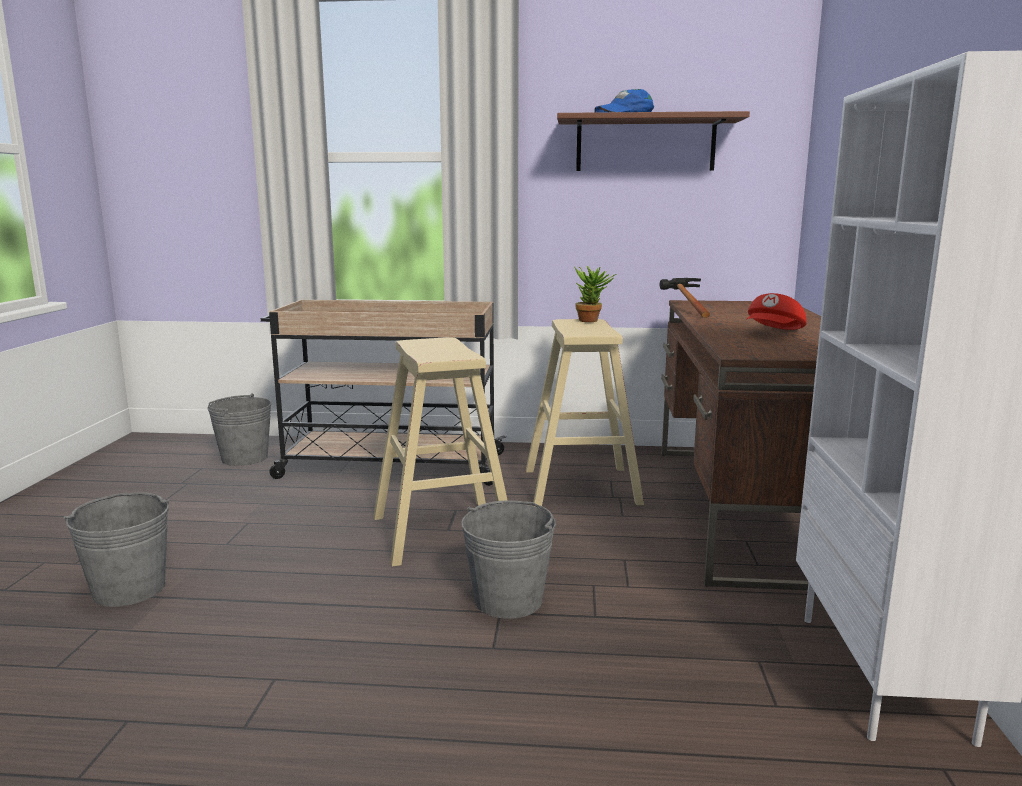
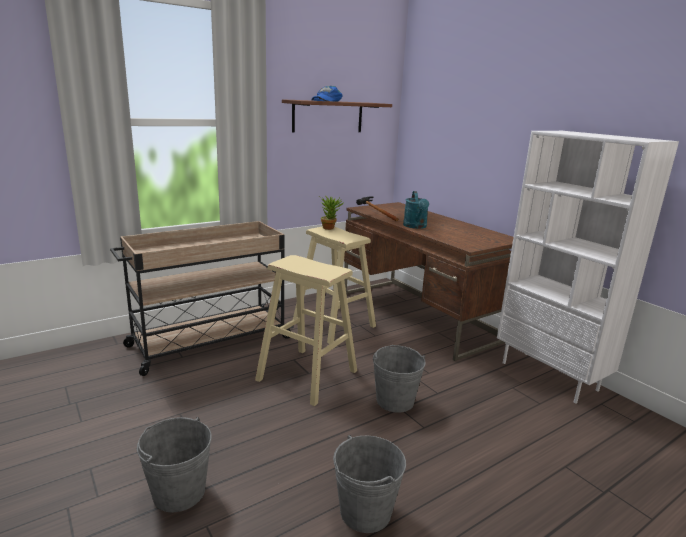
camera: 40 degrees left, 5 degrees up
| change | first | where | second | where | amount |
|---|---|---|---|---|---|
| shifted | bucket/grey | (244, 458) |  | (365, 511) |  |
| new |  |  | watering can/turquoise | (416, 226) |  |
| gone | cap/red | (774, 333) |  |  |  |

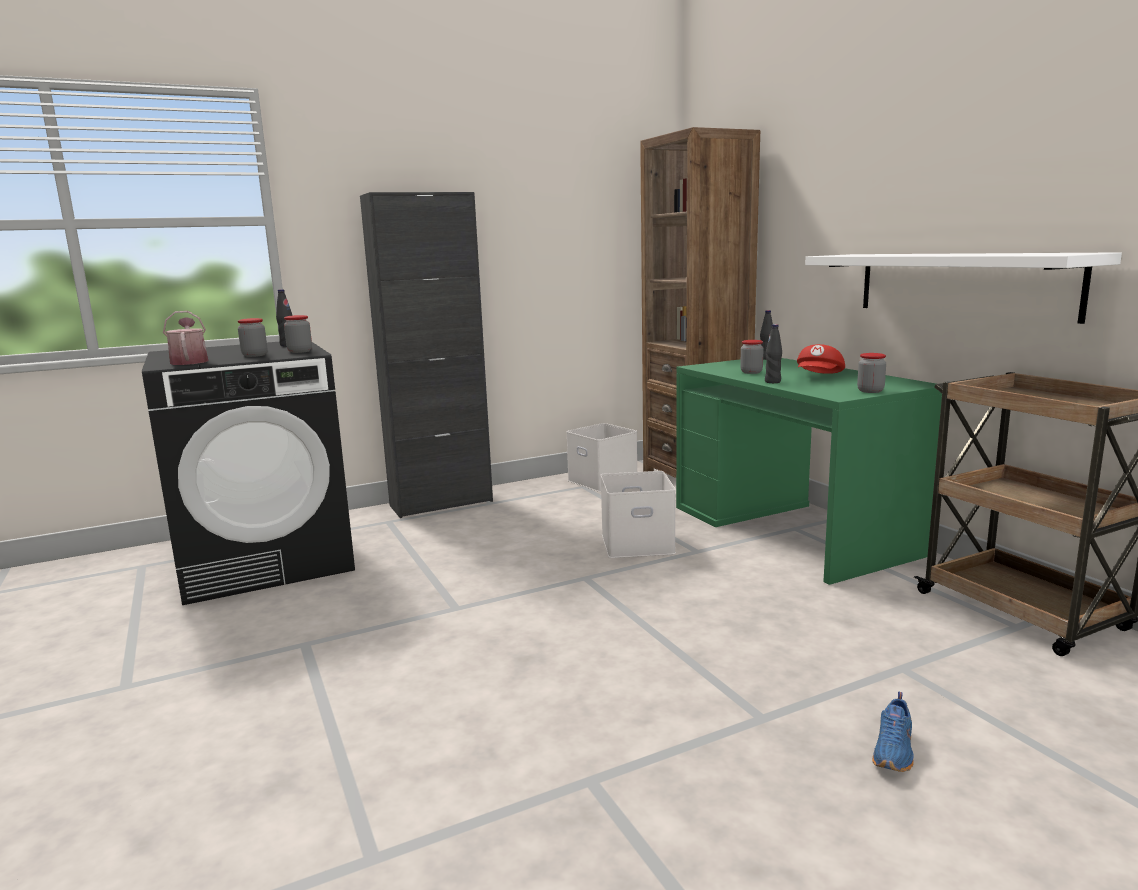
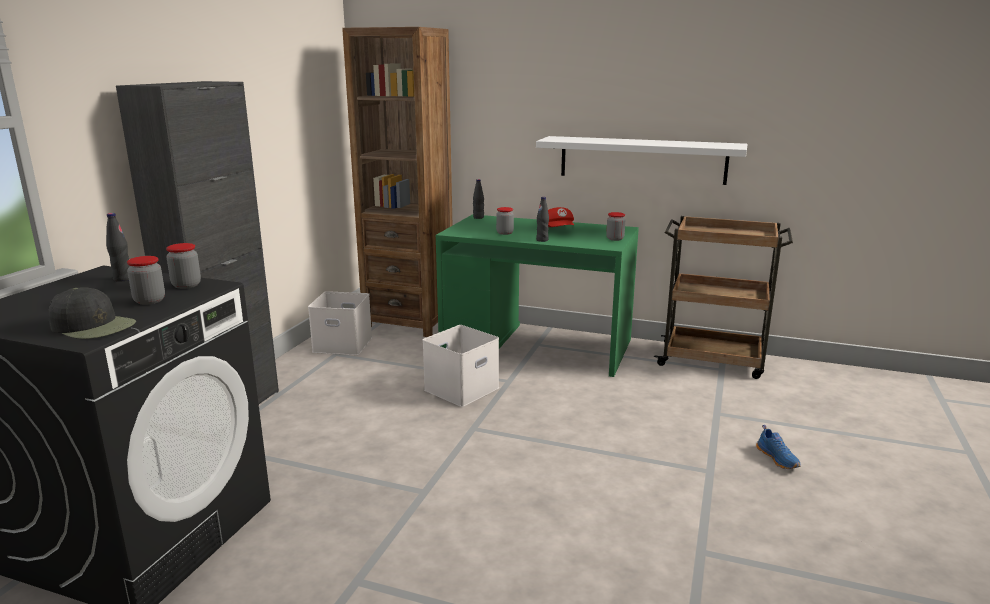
camera: 45 degrees left, 5 degrees up
| change | first | where | second | where | amount |
|---|---|---|---|---|---|
| swapped | watering can | (189, 361) | cap/black | (93, 326) |  |

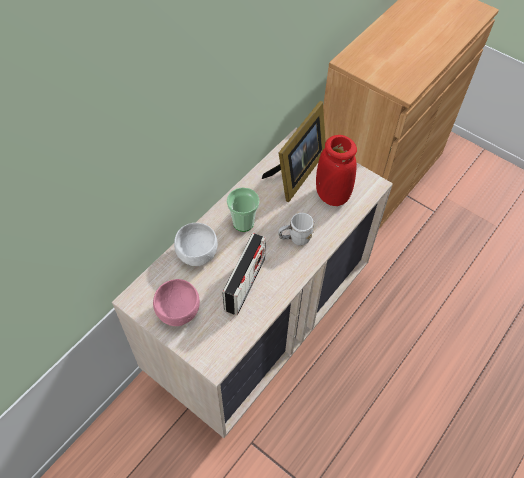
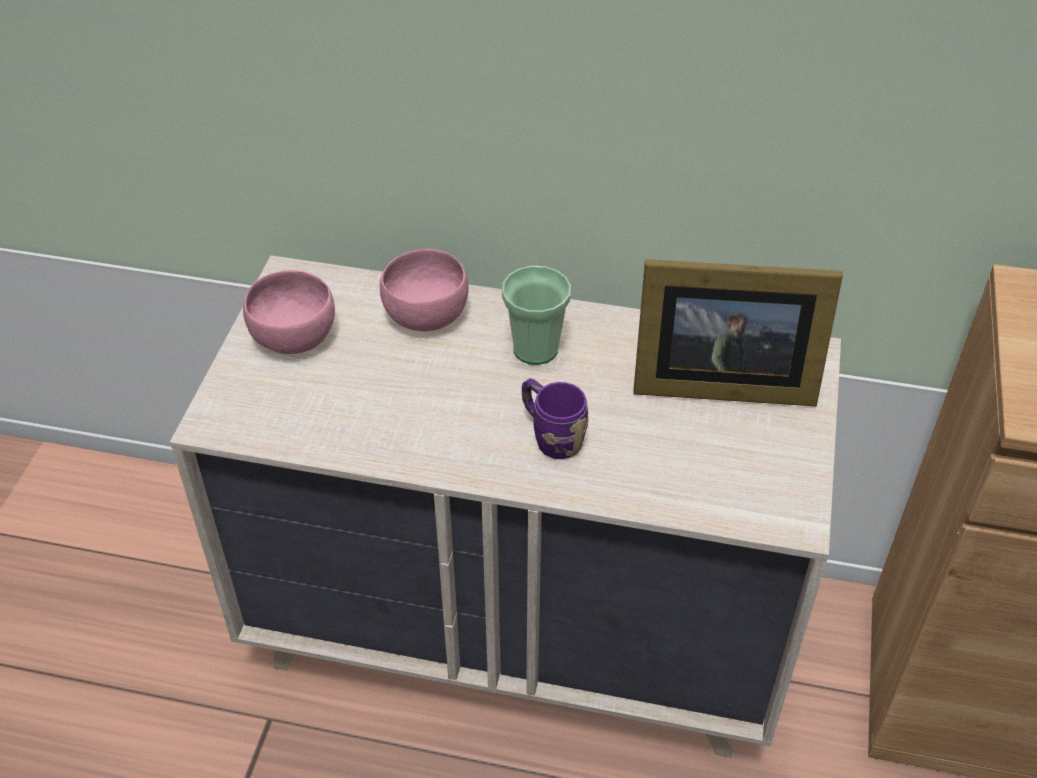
camera: 65 degrees right, 10 degrees down
| change | first | where | second | where | amount |
|---|---|---|---|---|---|
| repainted | bowl/white | (197, 254) | bowl/pink | (425, 315) |  |
| repainted | mug/white | (295, 238) | mug/purple | (551, 436) |  |
| gone | radio | (245, 284) |  |  |  |
| gone | vase/red | (332, 195) |  |  |  |

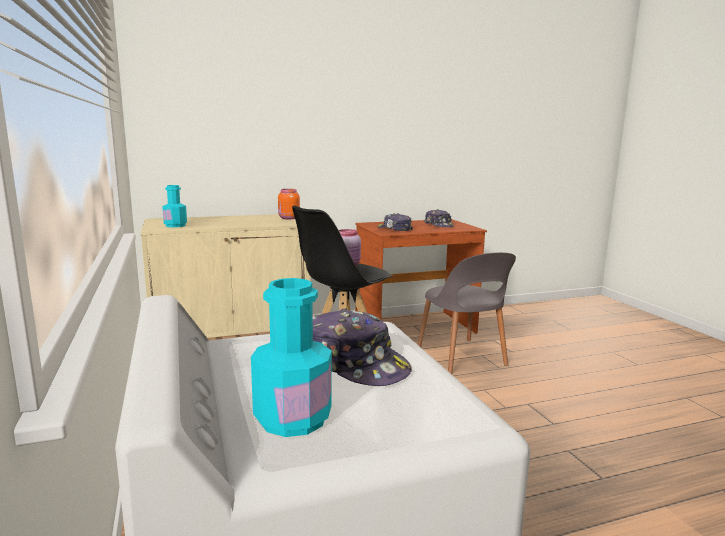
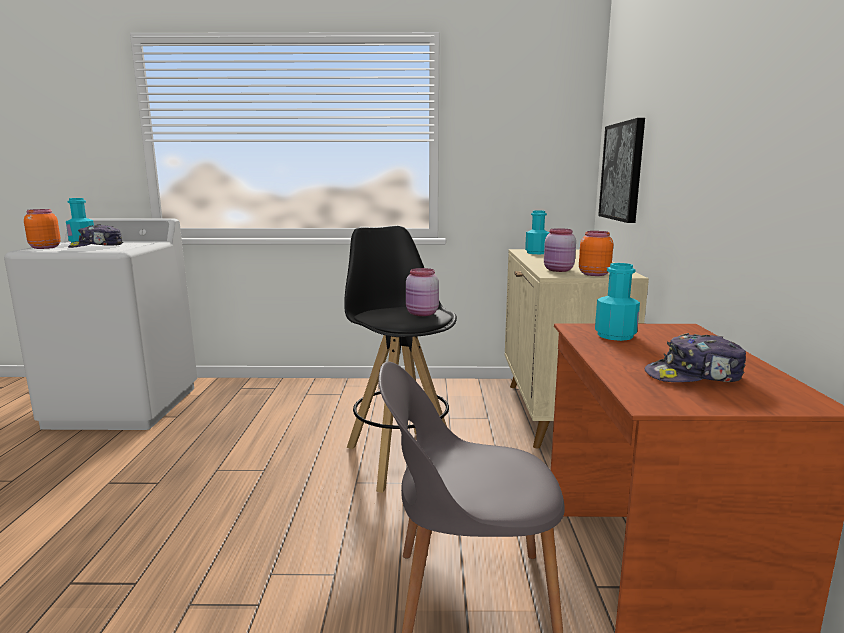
camera: 110 degrees right, 0 degrees up
| change | first | where | second | where | amount |
|---|---|---|---|---|---|
| new |  |  | jar/orange | (44, 247) |  |
| new |  |  | jar/pink | (558, 270) |  |
| swapped | cap | (394, 229) | bottle/turquoise | (615, 335) |  |
| new |  |  | picture | (622, 171) |  |

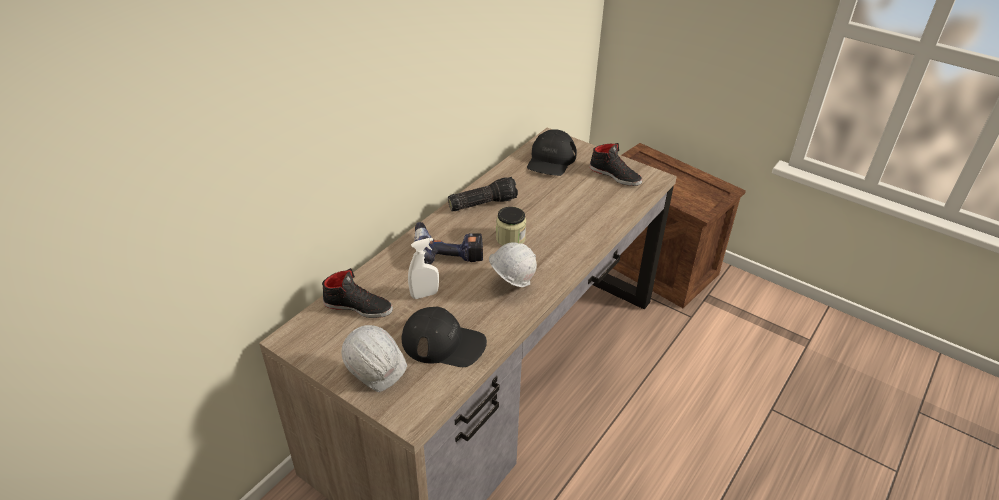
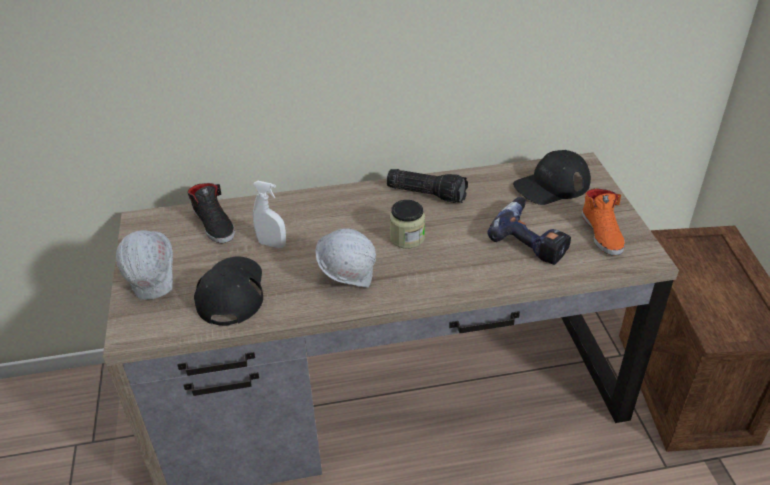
camera: 45 degrees right, 0 degrees up
| change | first | where | second | where | amount |
|---|---|---|---|---|---|
| rotated | cap/black | (444, 343) |  | (231, 292) | 150 degrees counterclockwise |
| shifted | power drill | (448, 250) |  | (531, 238) |  |
| repainted | shoe/black | (615, 175) | shoe/orange | (602, 233) |  |

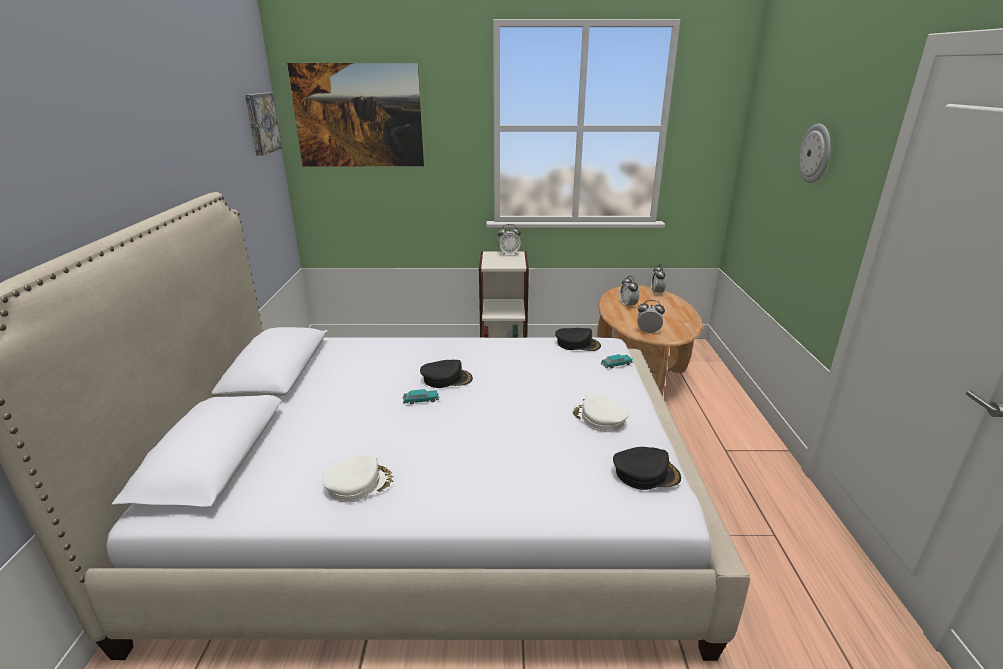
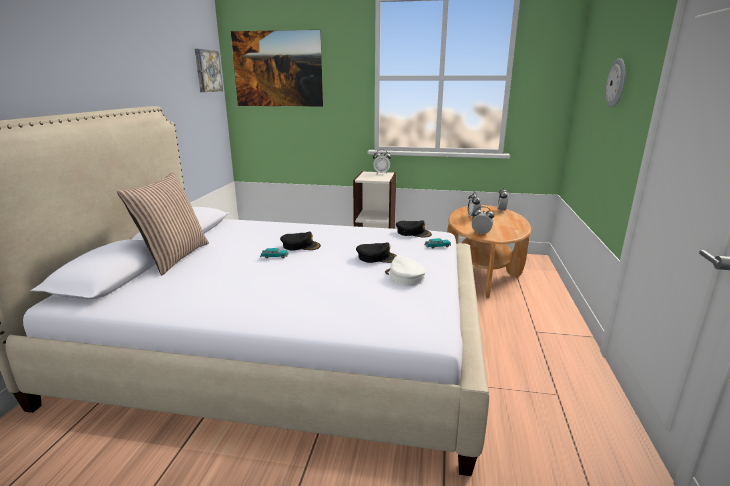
camera: 10 degrees right, 5 degrees down
| change | first | where | second | where | amount |
|---|---|---|---|---|---|
| new |  |  | pillow | (174, 257) |  |
| shifted | cap/black | (645, 473) |  | (377, 257) |  |
| gone | cap/white | (359, 484) |  |  |  |

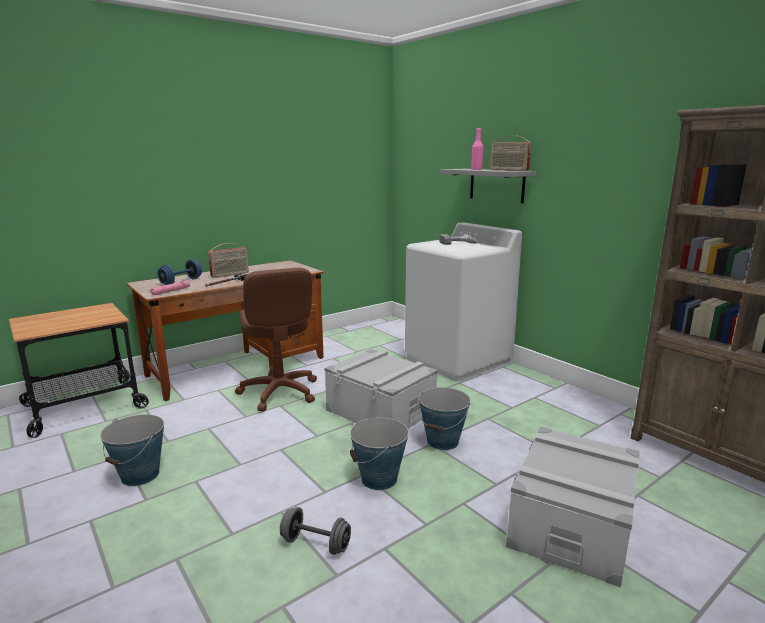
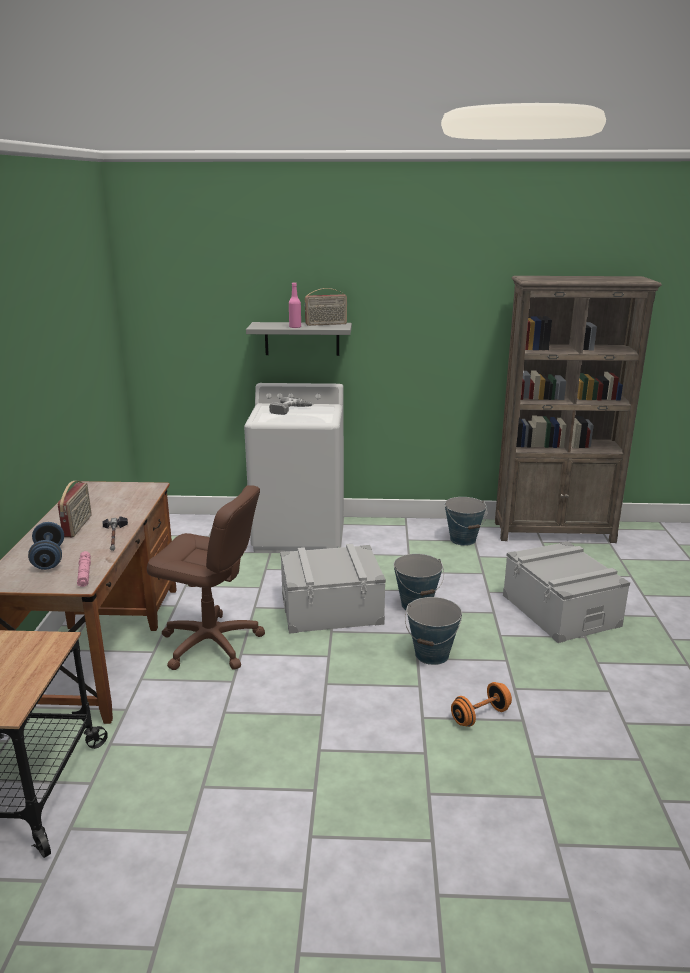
camera: 50 degrees left, 5 degrees up
| change | first | where | second | where | amount |
|---|---|---|---|---|---|
| shifted | bucket | (140, 475) |  | (463, 539) |  |
| repainted | dumbbell/grey | (316, 544) | dumbbell/orange | (480, 716) |  |

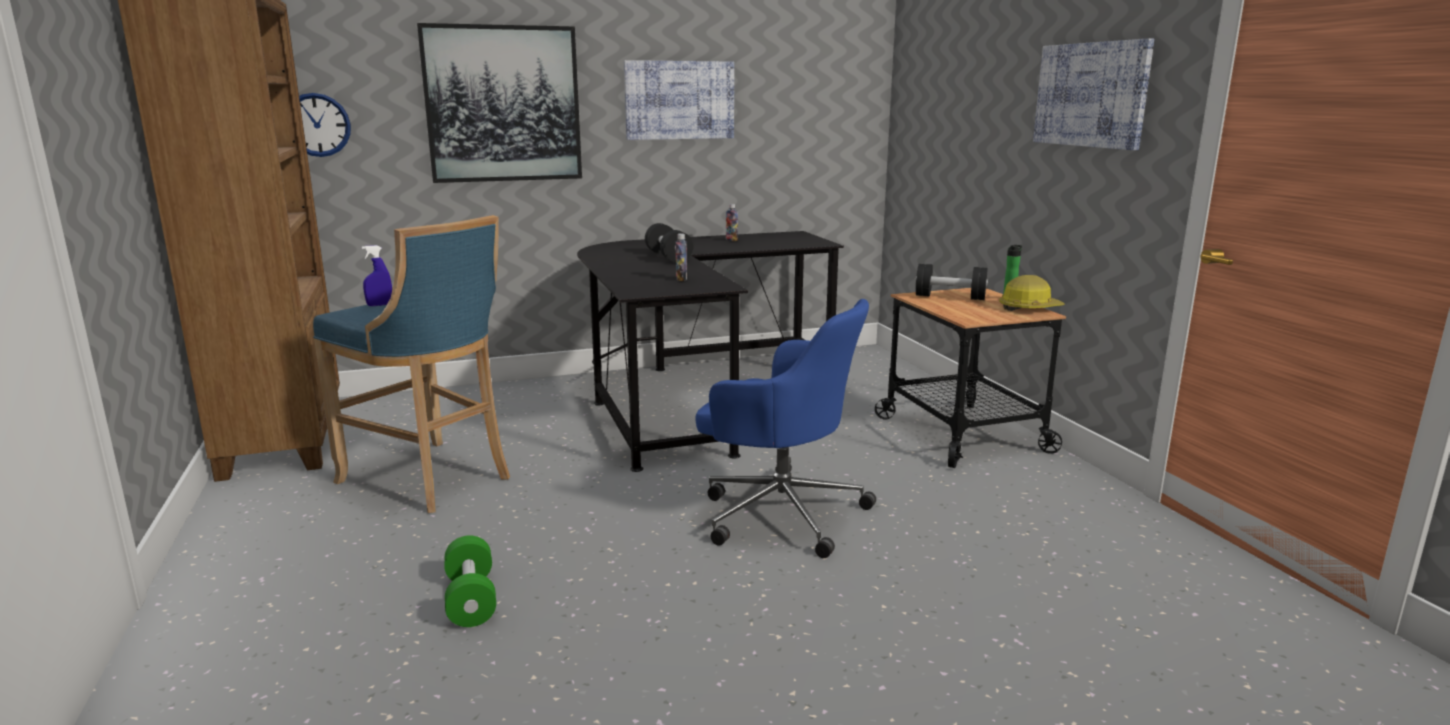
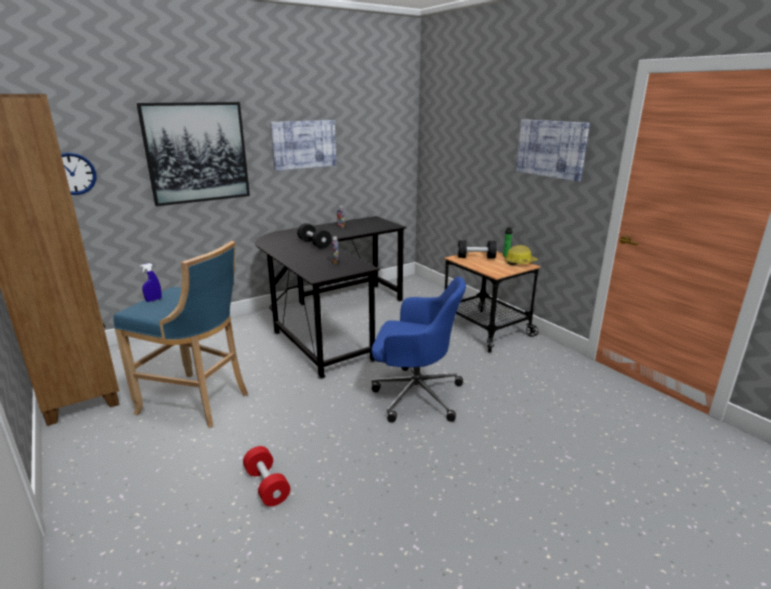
camera: 15 degrees left, 5 degrees up
| change | first | where | second | where | amount |
|---|---|---|---|---|---|
| repainted | dumbbell/green | (471, 599) | dumbbell/red | (267, 485) |  |

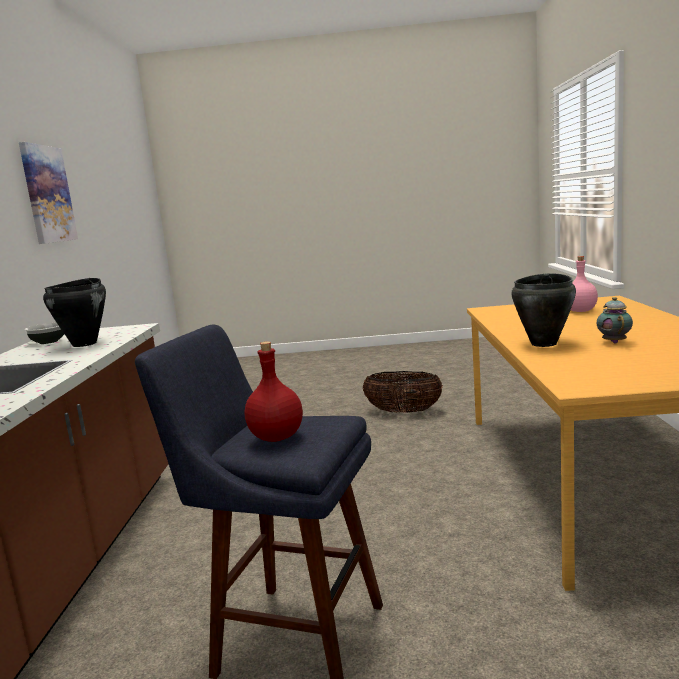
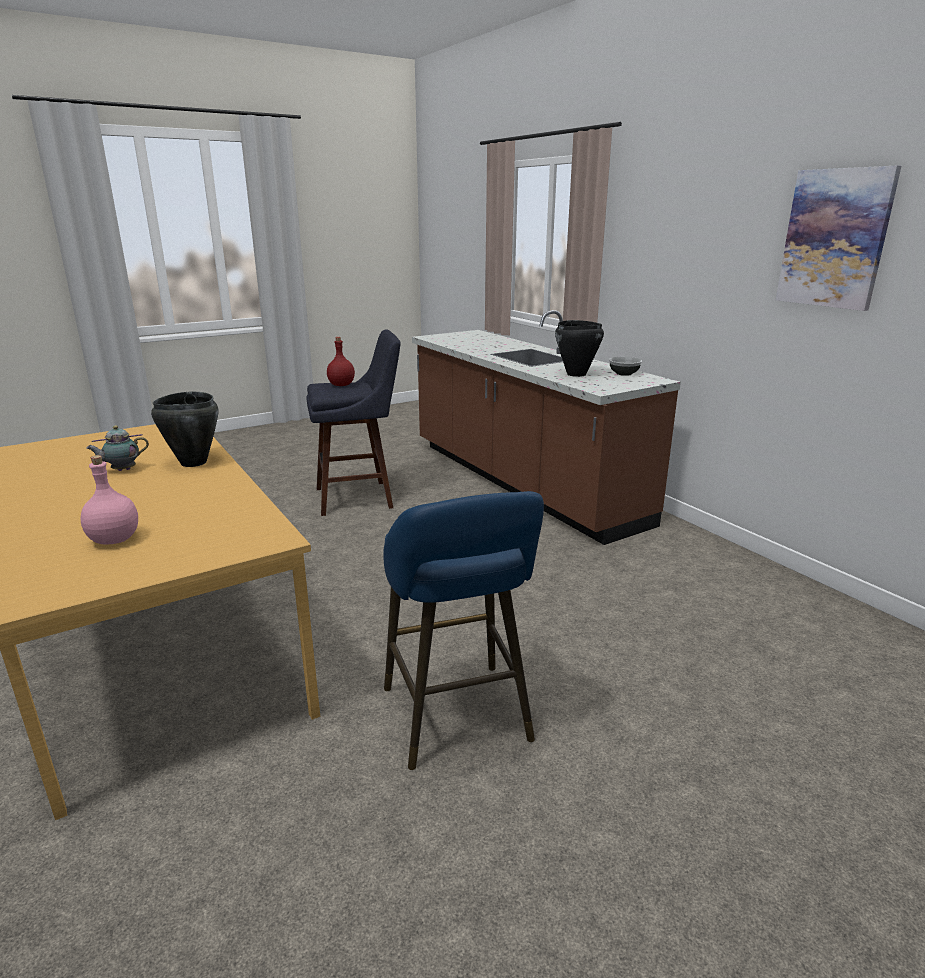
camera: 145 degrees right, 10 degrees up
| change | first | where | second | where | amount |
|---|---|---|---|---|---|
| rotated | teapot | (614, 342) |  | (122, 470) | 90 degrees clockwise |
| swapped | basket | (403, 412) | stool/blue | (458, 720) |  |

